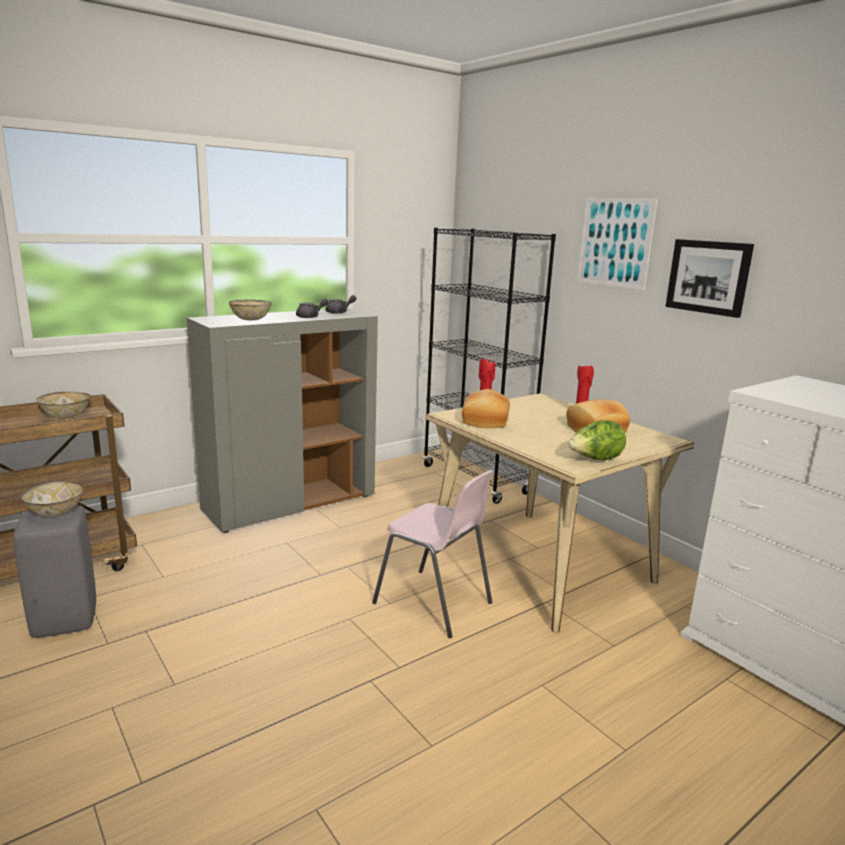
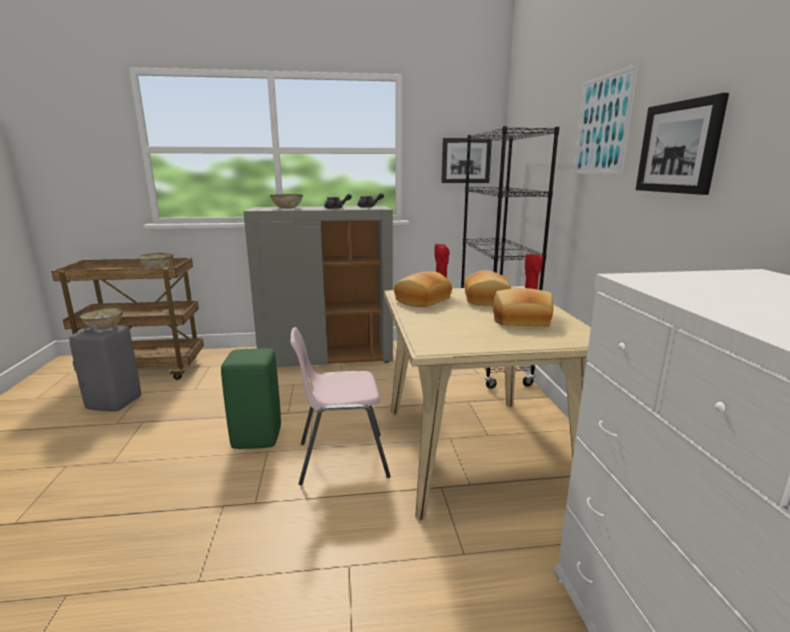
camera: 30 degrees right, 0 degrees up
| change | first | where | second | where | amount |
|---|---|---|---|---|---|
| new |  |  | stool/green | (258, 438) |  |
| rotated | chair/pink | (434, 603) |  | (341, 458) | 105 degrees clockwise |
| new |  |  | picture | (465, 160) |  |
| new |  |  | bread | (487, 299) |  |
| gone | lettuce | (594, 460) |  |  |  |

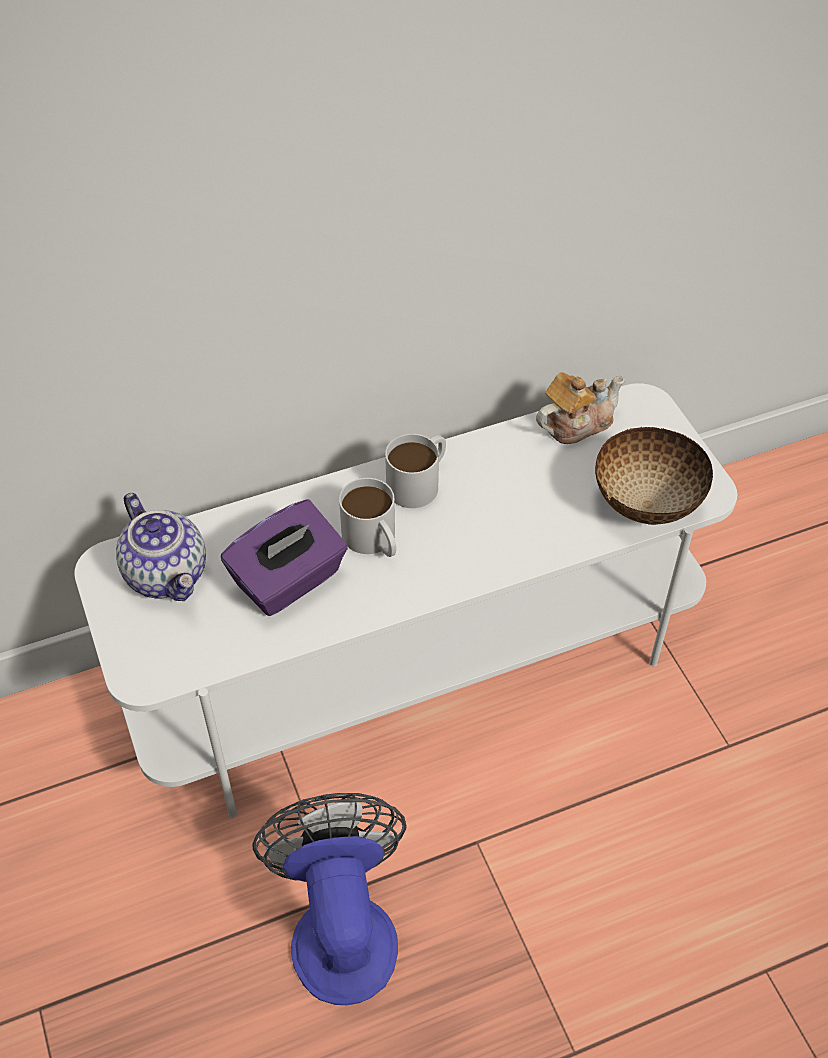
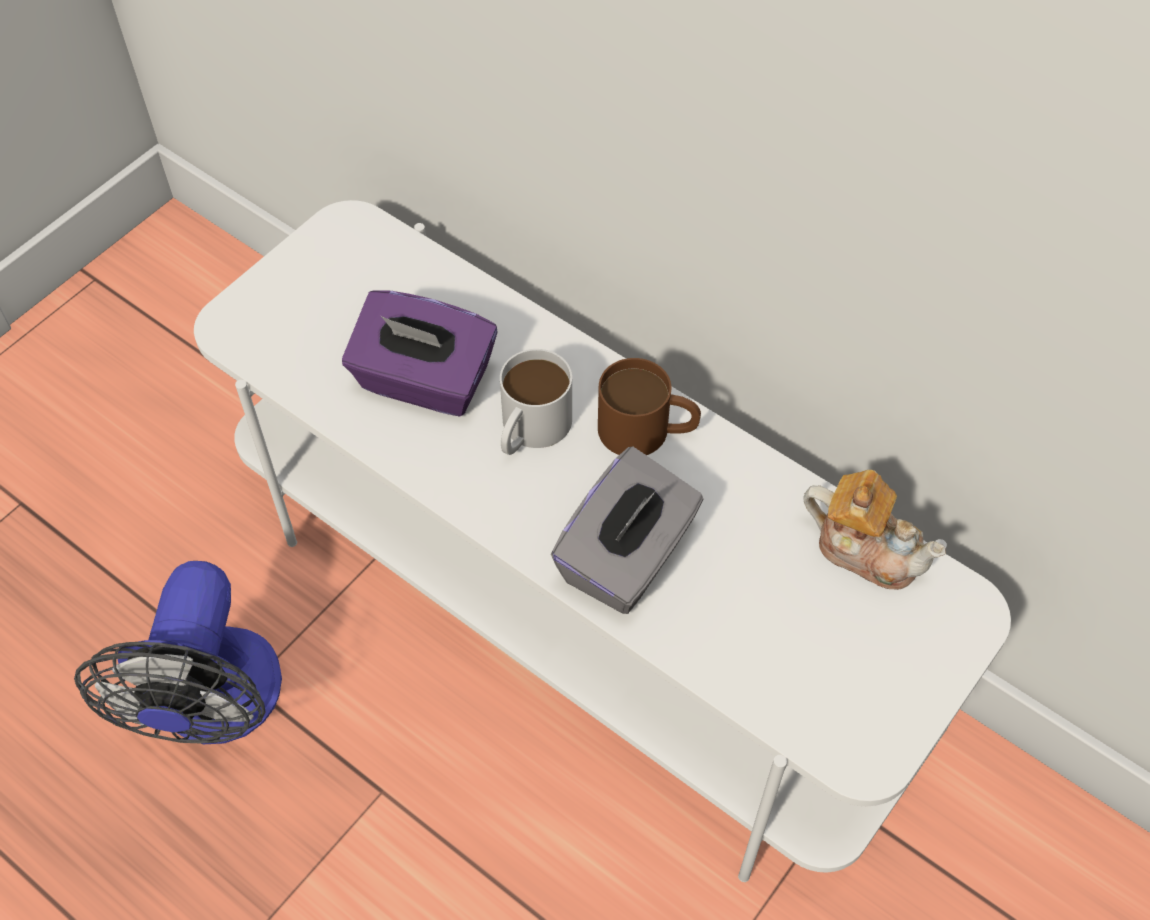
camera: 60 degrees right, 5 degrees up
| change | first | where | second | where | amount |
|---|---|---|---|---|---|
| rotated | fan | (341, 927) |  | (215, 709) | 135 degrees clockwise |
| new |  |  | tissue box/grey | (627, 558) |  |
| repainted | mug/white | (419, 481) | mug/brown | (647, 431) |  |
| gone | teapot | (168, 574) |  |  |  |
| gone | bowl | (646, 502) |  |  |  |

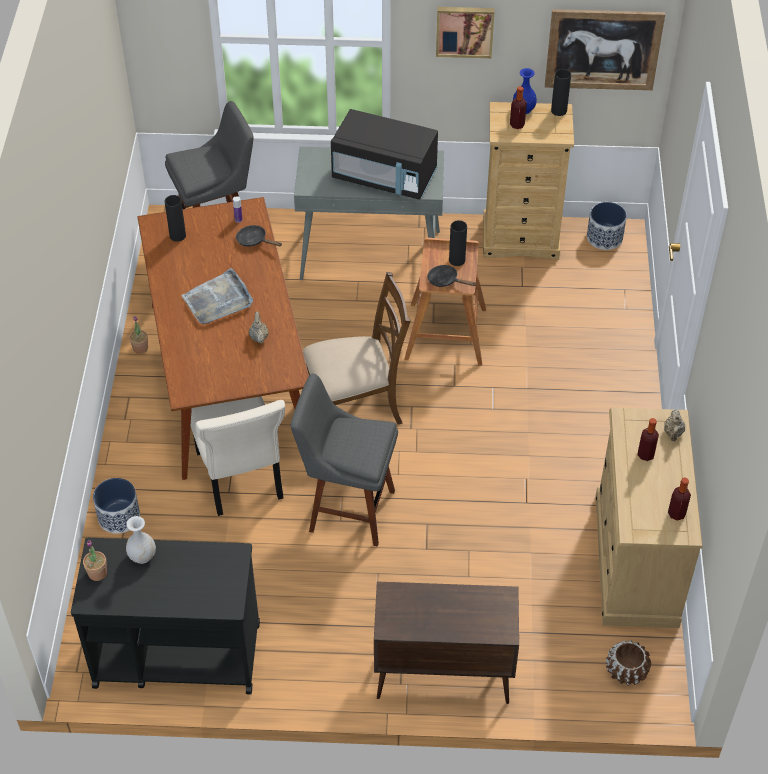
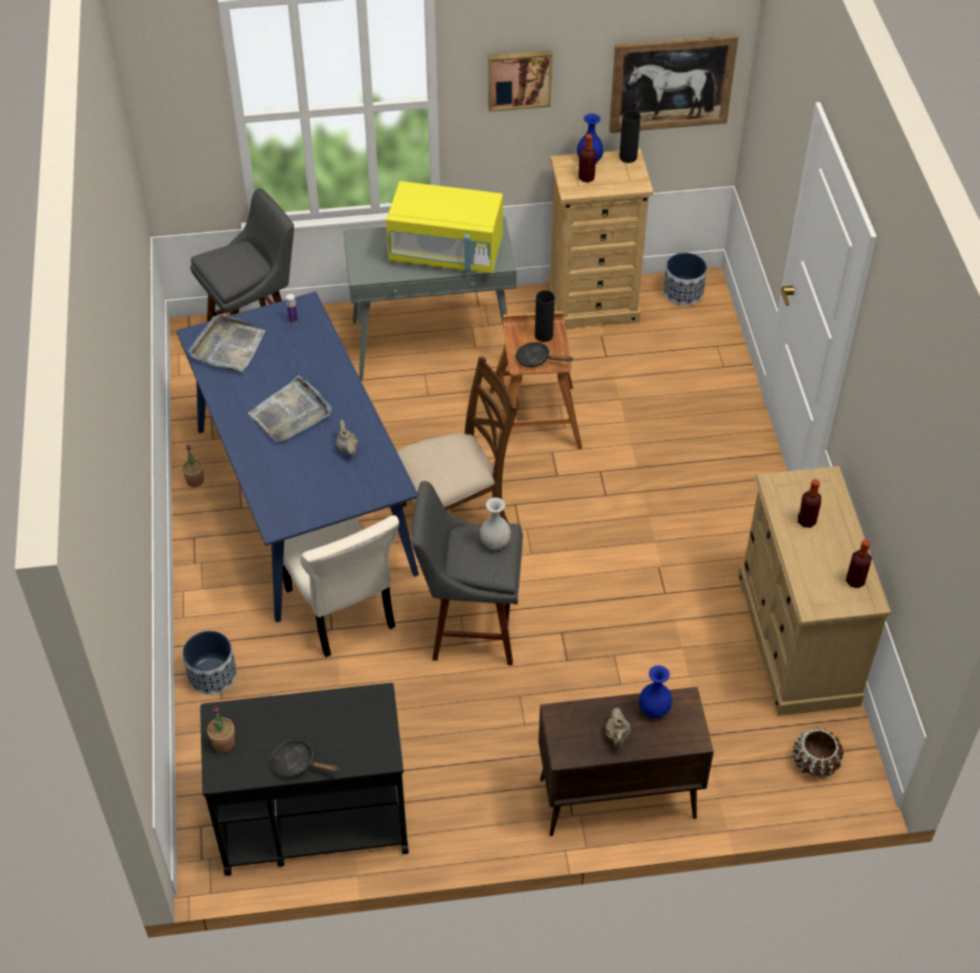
camera: 10 degrees left, 0 degrees up
| change | first | where | second | where | amount |
|---|---|---|---|---|---|
| repainted | dining table/brown | (228, 377) | dining table/blue | (303, 499) |  |
| swapped | vase/black | (177, 235) | tray/grey | (228, 347) |  |
| shifted | frying pan/black | (254, 241) |  | (297, 763) |  |
| repainted | microwave/black | (385, 177) | microwave/yellow | (446, 253) |  |
| shifted | vase/white | (142, 556) |  | (495, 542) |  |
| shifted | teapot/beige | (673, 433) |  | (617, 736) |  |
| new |  |  | vase/blue | (654, 710) |  |

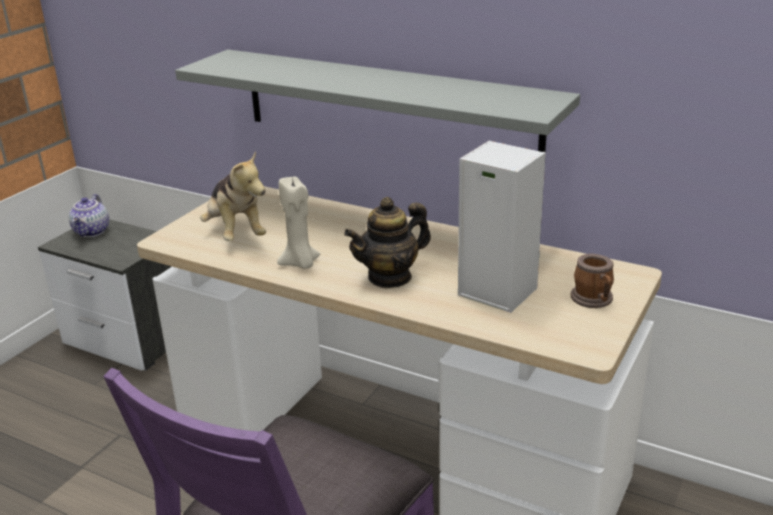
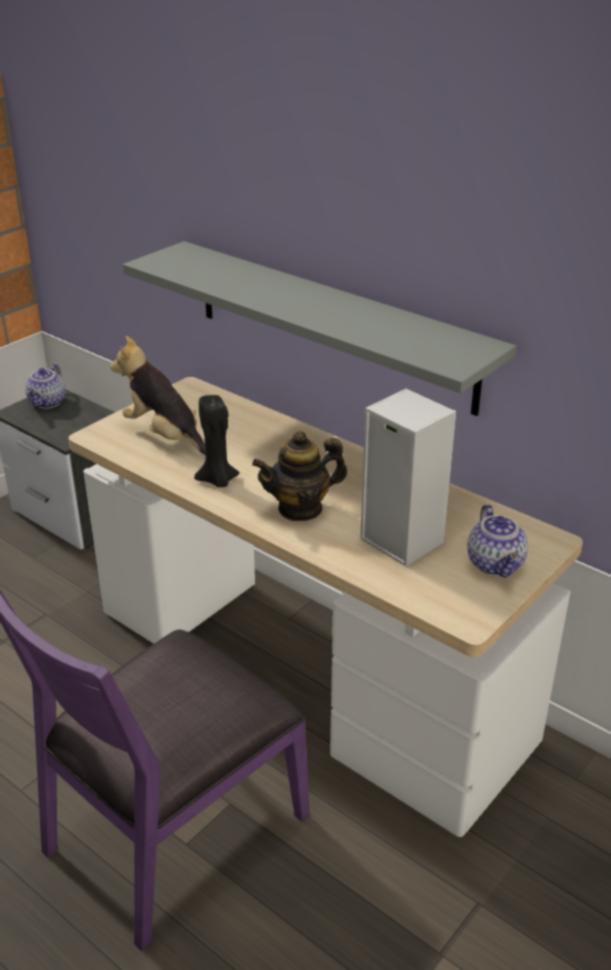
camera: 10 degrees right, 5 degrees up
| change | first | where | second | where | amount |
|---|---|---|---|---|---|
| rotated | plush toy | (235, 233) |  | (166, 436) | 150 degrees clockwise |
| repainted | candle/beige | (300, 264) | candle/black | (218, 481) |  |
| swapped | mug | (594, 300) | teapot | (496, 564) |  |

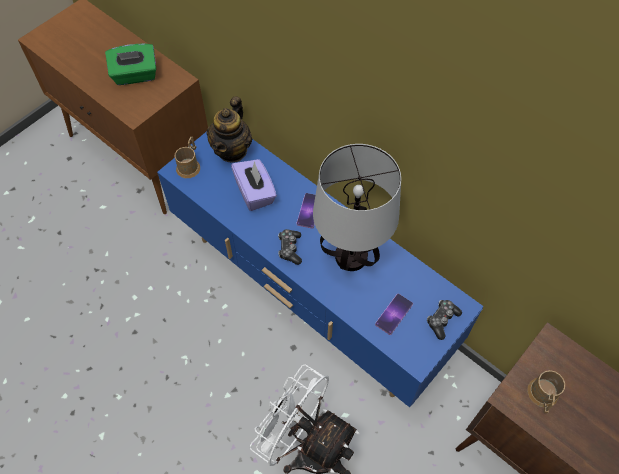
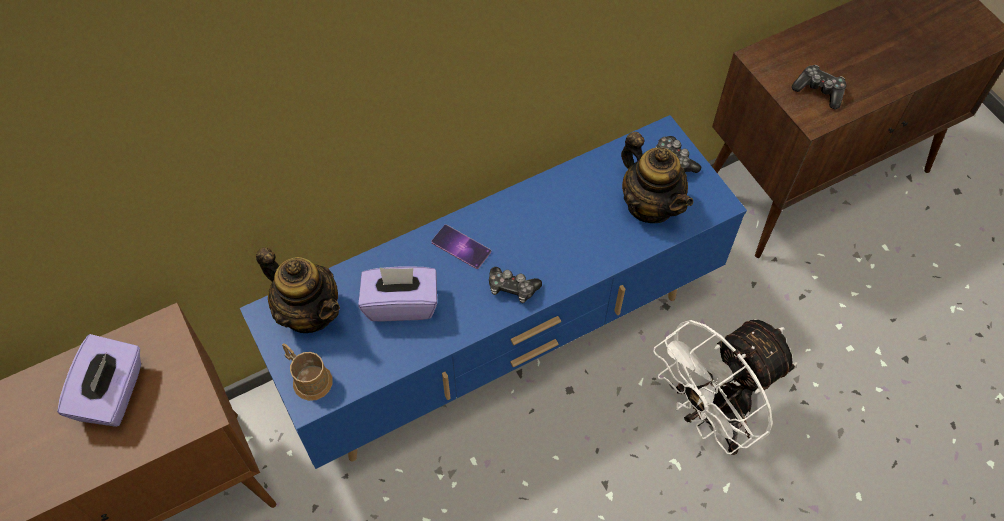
camera: 70 degrees left, 0 degrees up
| change | first | where | second | where | amount |
|---|---|---|---|---|---|
| repainted | tissue box/green | (135, 75) | tissue box/purple | (112, 393) |  |
| swapped | phone | (394, 314) | teapot | (650, 205) |  |
| swapped | mug/brown | (542, 397) | game controller | (819, 91) |  |
| gone | table lamp | (351, 256) |  |  |  |

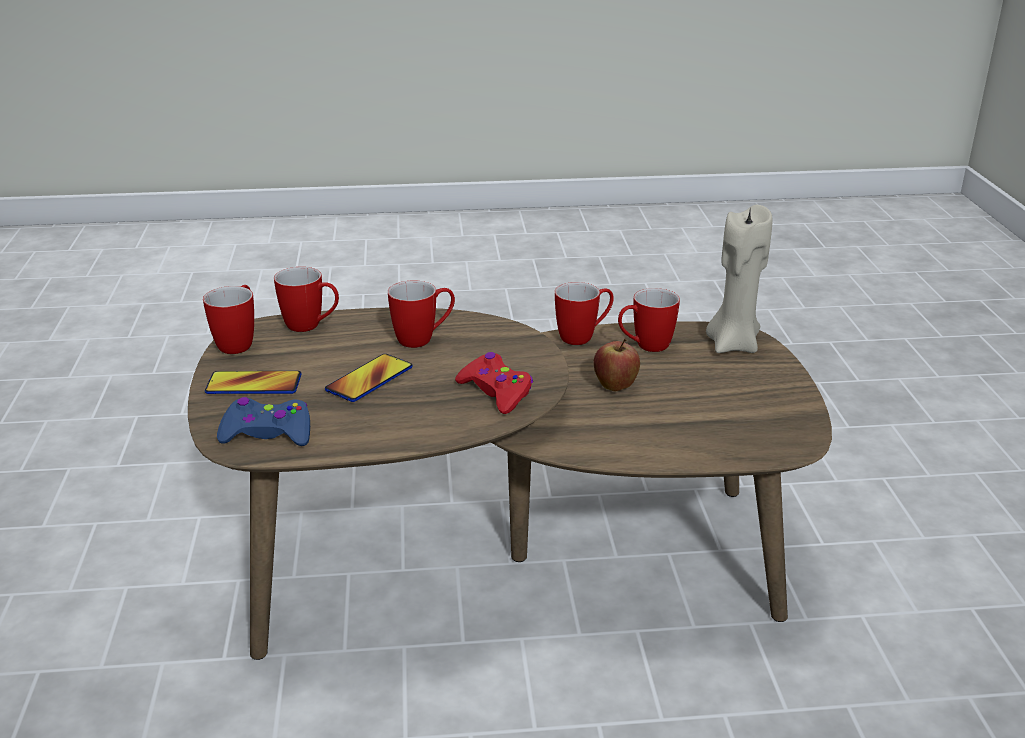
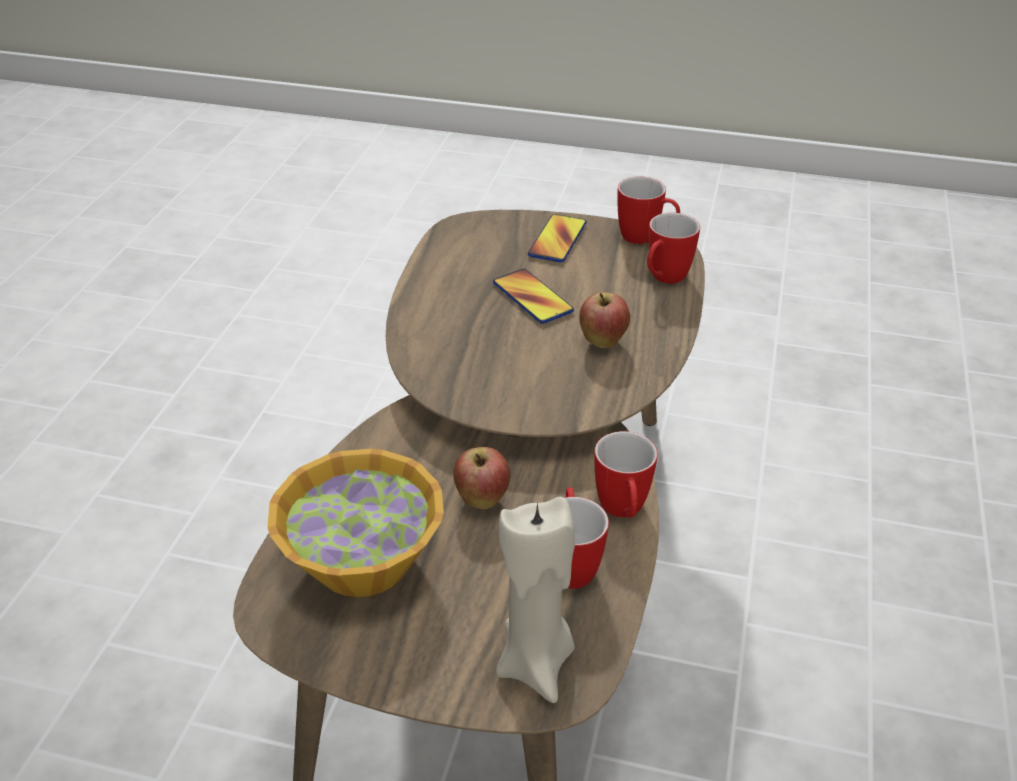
camera: 110 degrees right, 10 degrees up
| change | first | where | second | where | amount |
|---|---|---|---|---|---|
| new |  |  | bowl | (361, 561) |  |
| swapped | mug | (423, 339) | apple | (602, 342) |  |
| gone | game controller/blue | (267, 433) |  |  |  |
| gone | game controller/red | (496, 392) |  |  |  |

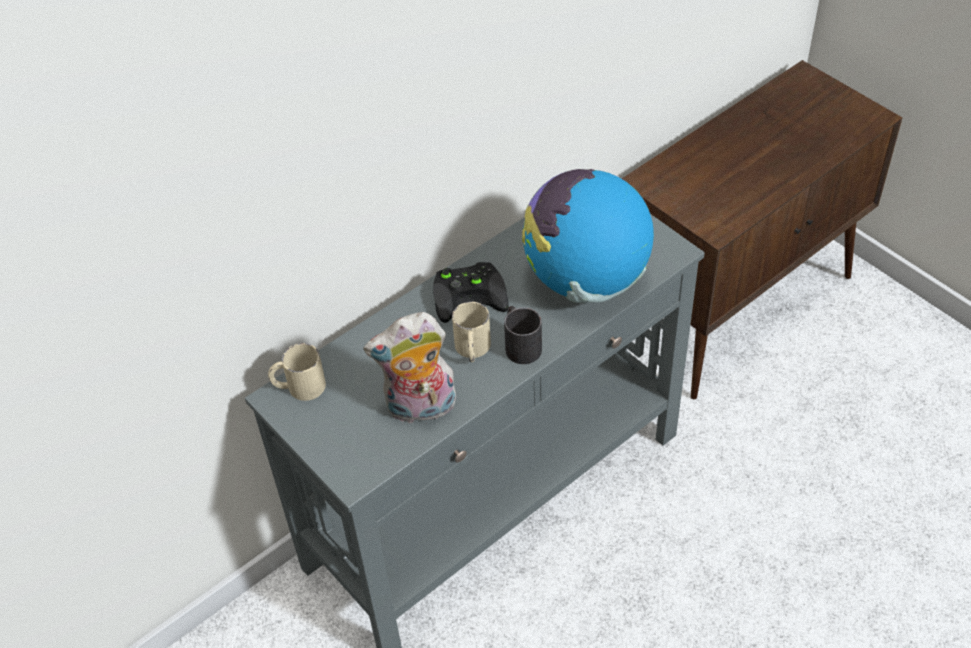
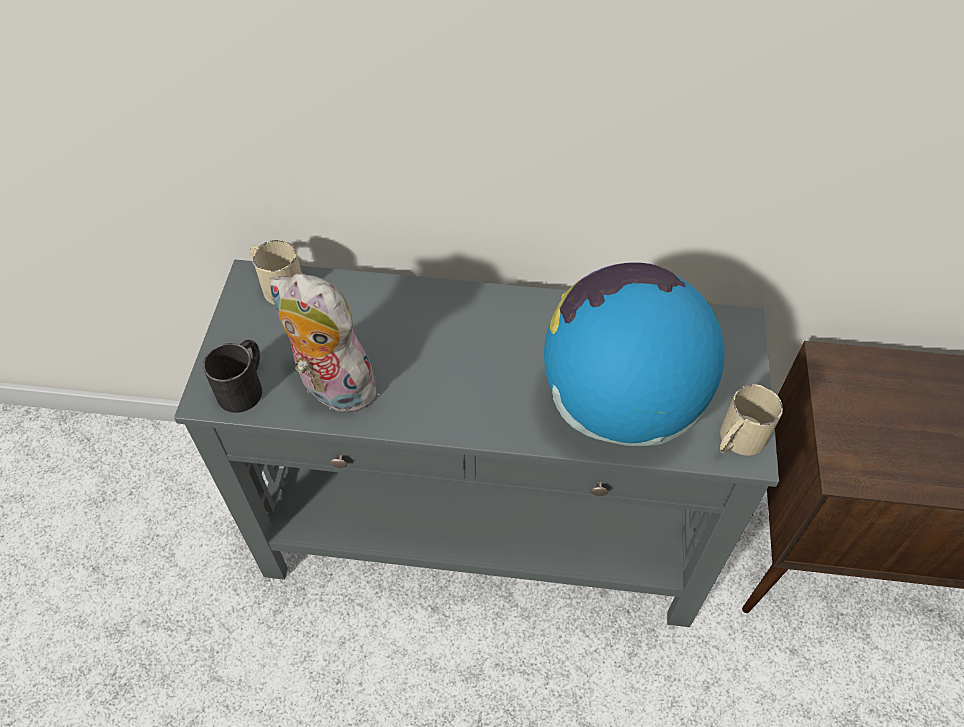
camera: 45 degrees right, 5 degrees up
| change | first | where | second | where | amount |
|---|---|---|---|---|---|
| shifted | mug/black | (520, 344) |  | (245, 386) |  |
| shifted | mug/beige | (472, 350) |  | (737, 441) |  |
| gone | game controller/black | (471, 293) |  |  |  |

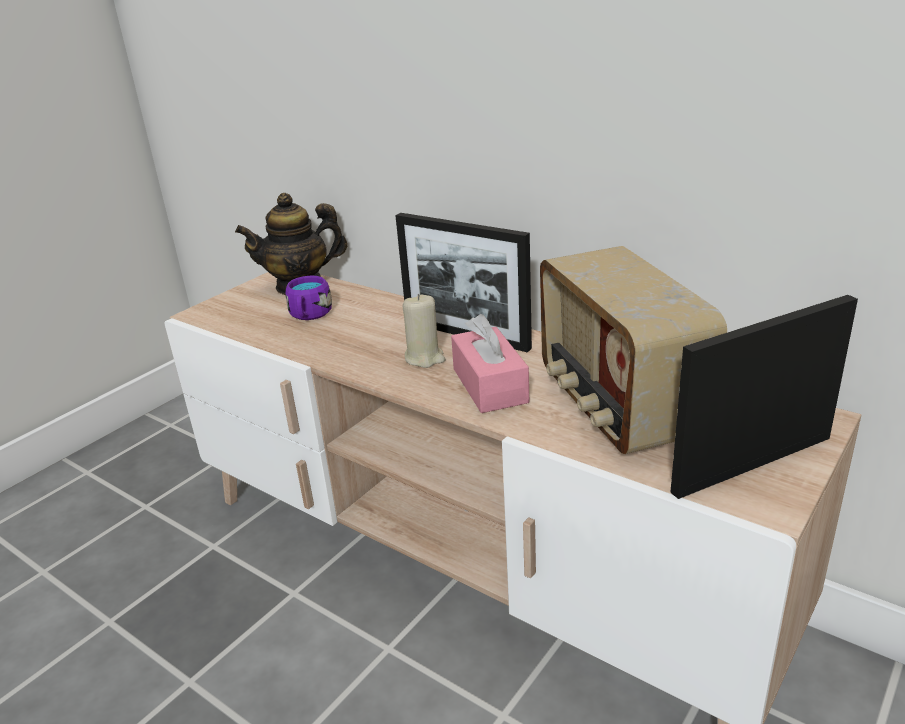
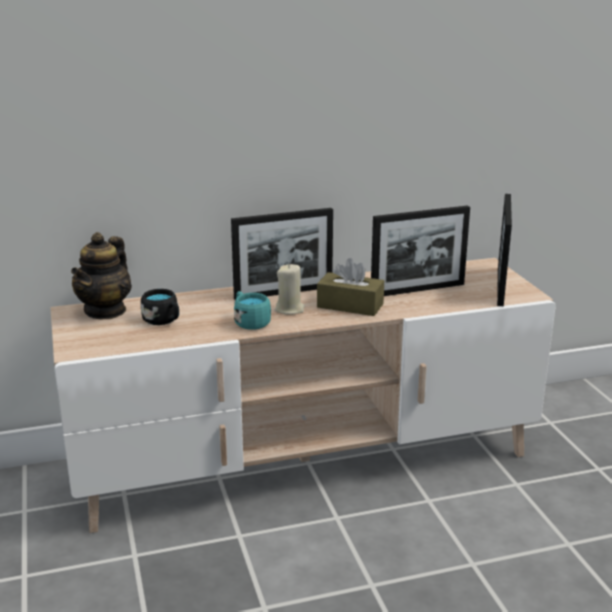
camera: 55 degrees left, 5 degrees down
| change | first | where | second | where | amount |
|---|---|---|---|---|---|
| repainted | mug/purple | (309, 315) | mug/black | (163, 321) |  |
| new |  |  | mug/turquoise | (250, 321) |  |
| repainted | tissue box/pink | (490, 385) | tissue box/brown | (350, 305) |  |
| swapped | radio | (616, 406) | picture frame | (417, 290) |  |

